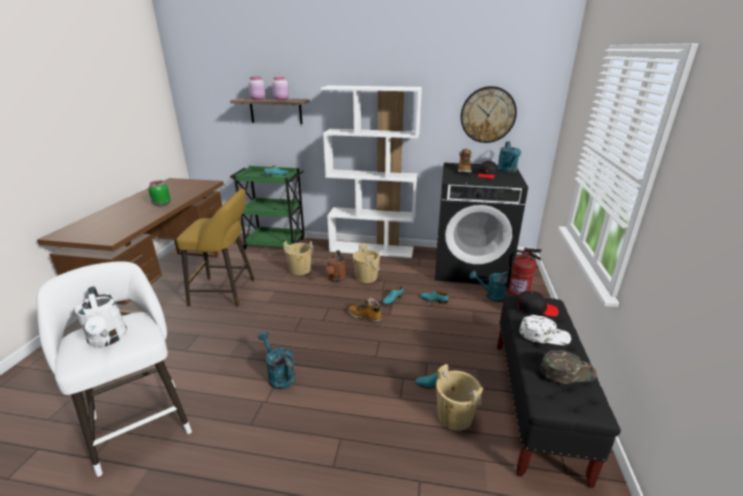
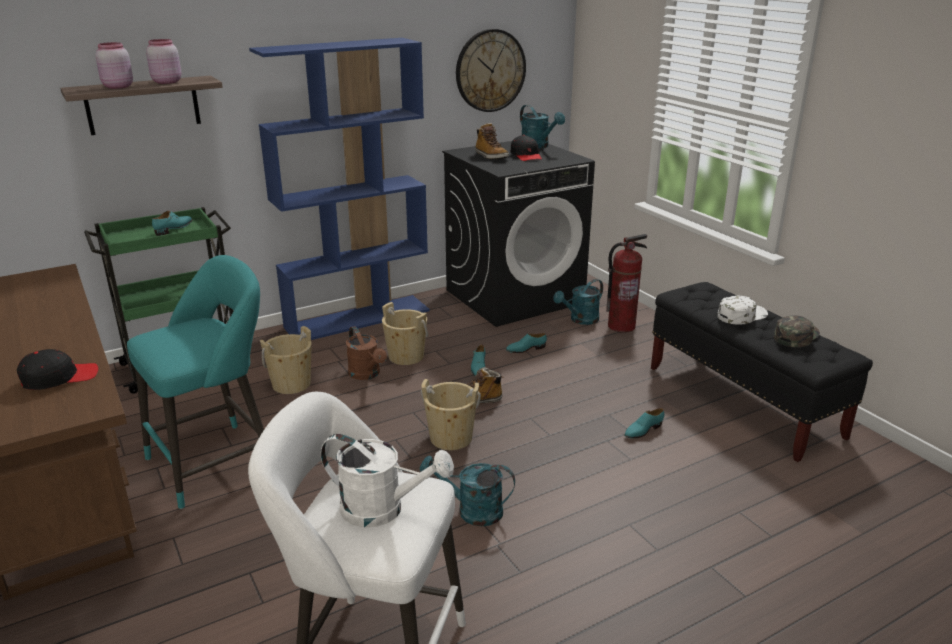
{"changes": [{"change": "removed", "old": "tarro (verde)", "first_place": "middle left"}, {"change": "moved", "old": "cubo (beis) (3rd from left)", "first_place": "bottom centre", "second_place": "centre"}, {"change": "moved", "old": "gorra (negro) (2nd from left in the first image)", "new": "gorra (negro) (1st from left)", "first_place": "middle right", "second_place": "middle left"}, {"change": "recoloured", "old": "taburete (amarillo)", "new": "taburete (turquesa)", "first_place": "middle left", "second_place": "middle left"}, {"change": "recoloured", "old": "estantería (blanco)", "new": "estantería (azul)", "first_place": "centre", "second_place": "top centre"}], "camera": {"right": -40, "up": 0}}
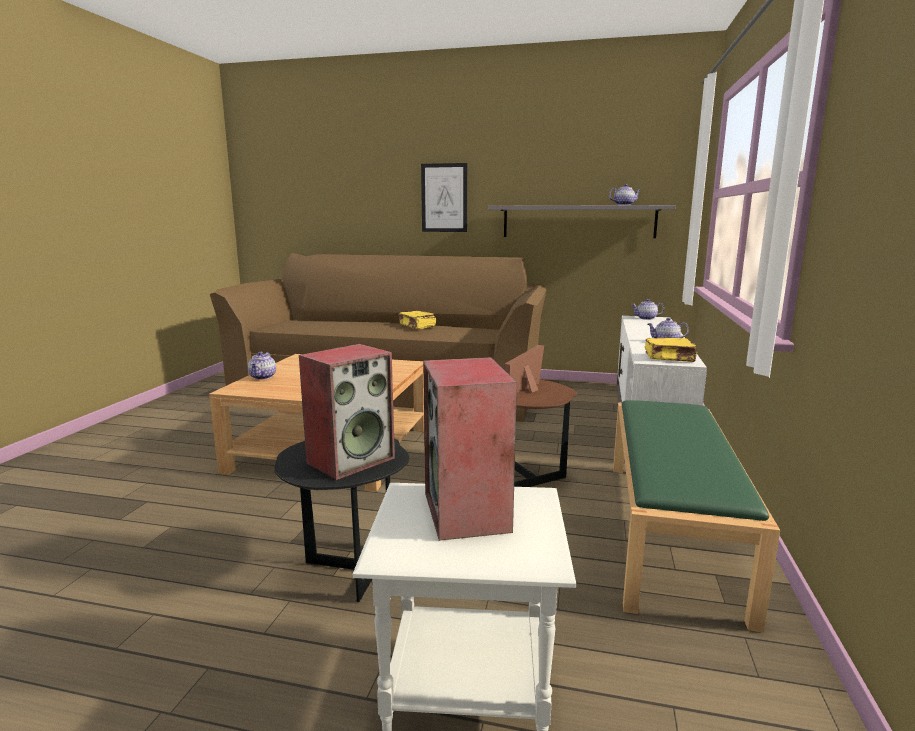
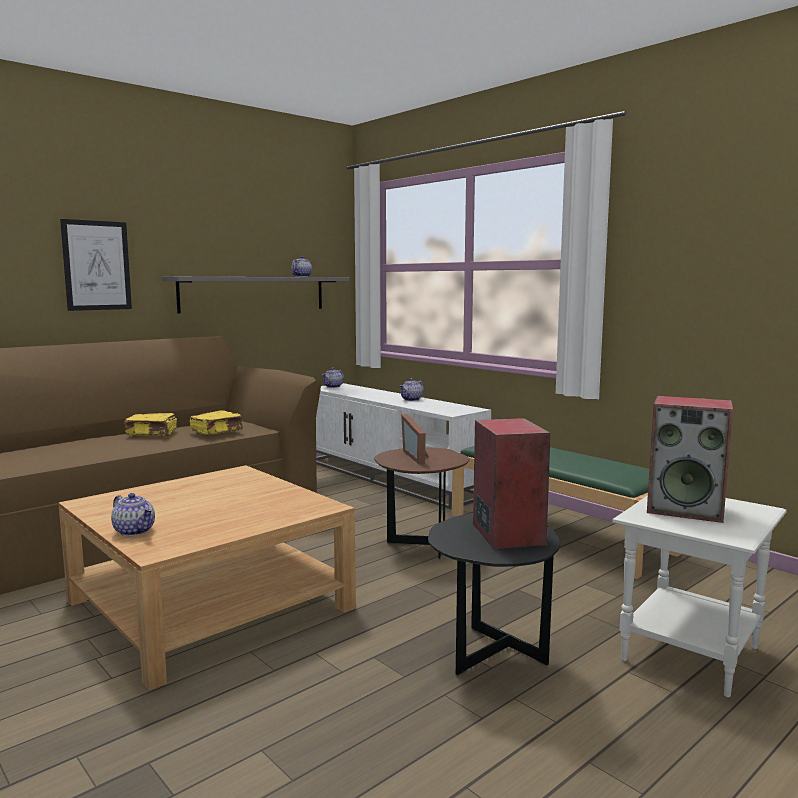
{"changes": [{"change": "moved", "old": "libro (amarillo) (2nd from left)", "first_place": "middle right", "second_place": "middle left"}], "camera": {"right": -55, "up": -5}}
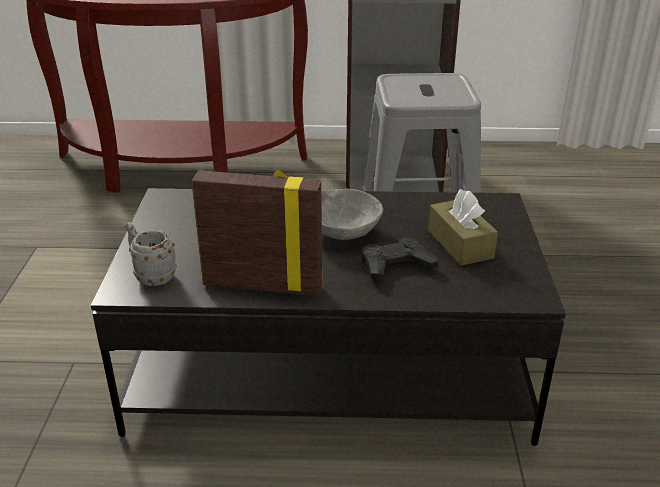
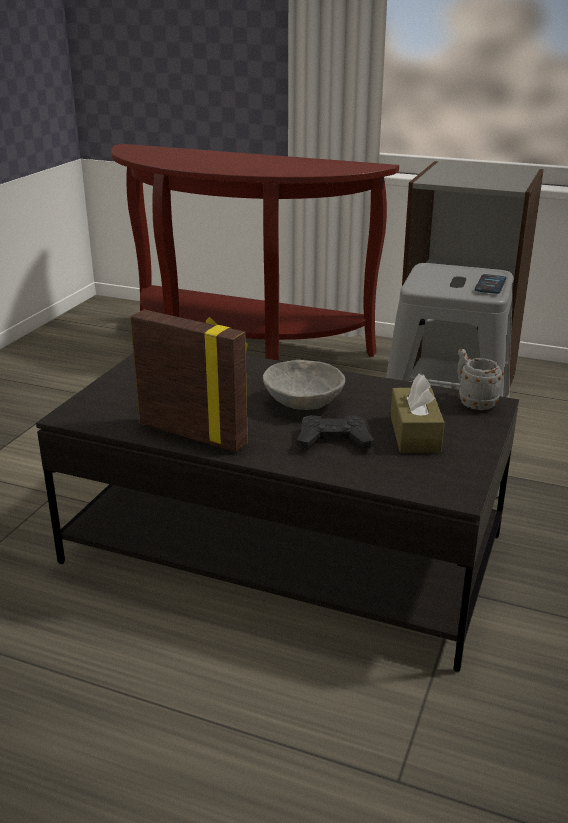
{"changes": [{"change": "added", "new": "móvil", "second_place": "middle right"}, {"change": "moved", "old": "taza grande (gris)", "first_place": "middle left", "second_place": "middle right"}], "camera": {"right": 20, "up": -5}}
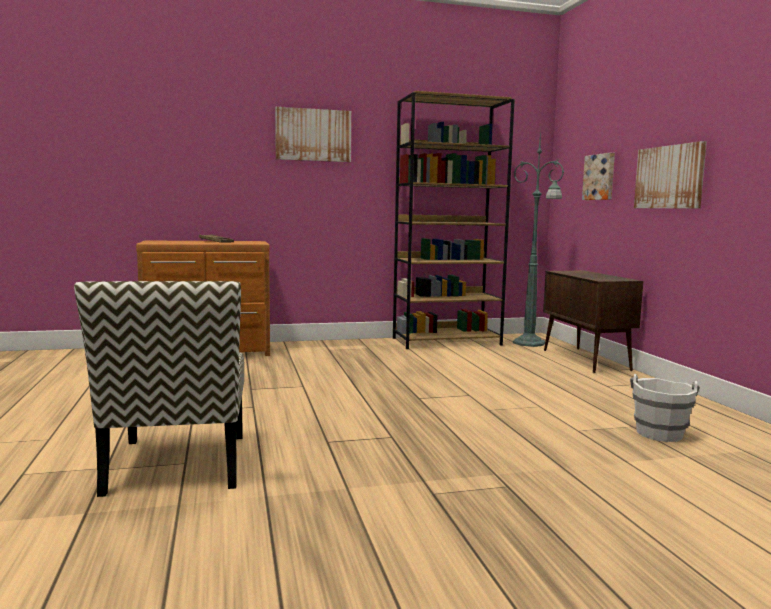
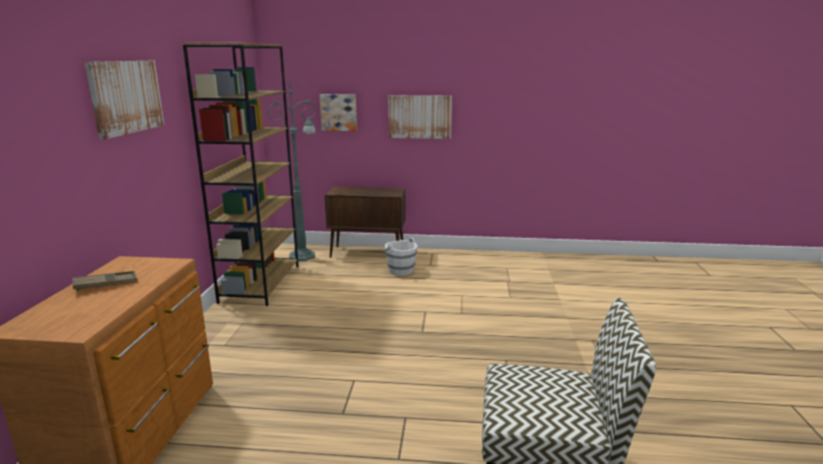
{"changes": [{"change": "moved", "old": "cubo (blanco)", "first_place": "bottom right", "second_place": "centre"}], "camera": {"right": -70, "up": 10}}
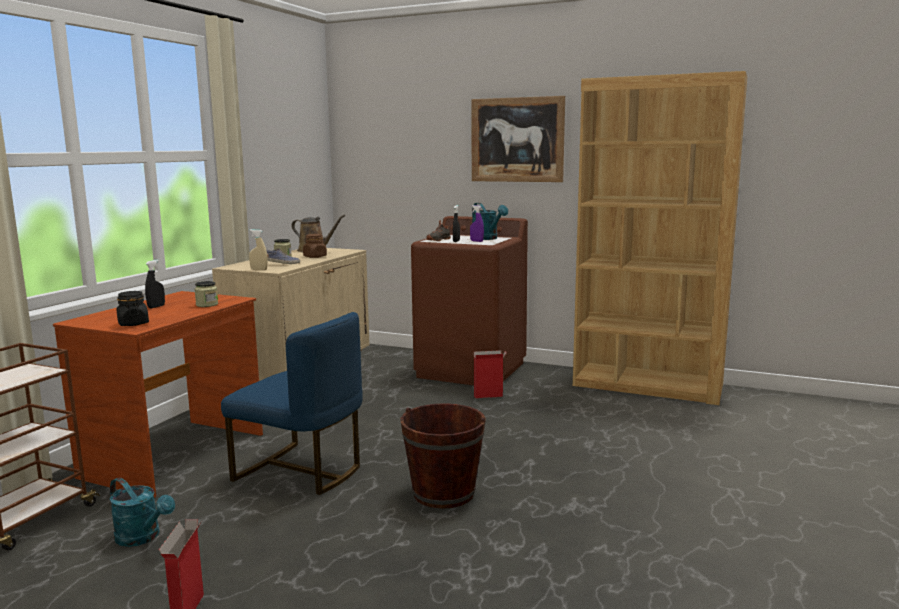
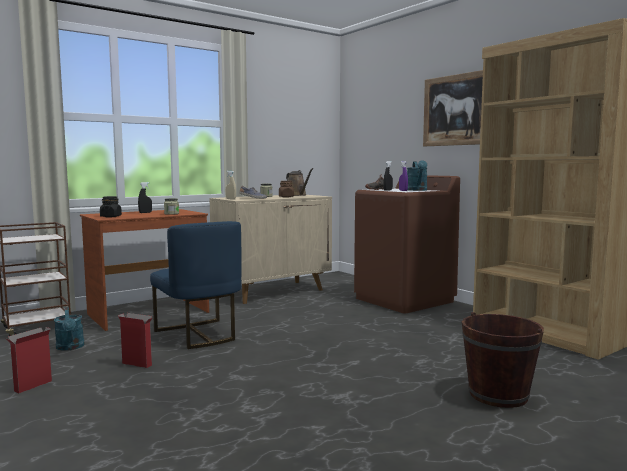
{"changes": [{"change": "moved", "old": "cubo (marrón)", "first_place": "bottom centre", "second_place": "bottom right"}, {"change": "moved", "old": "caja de cartón (2nd from left)", "first_place": "centre", "second_place": "bottom left"}], "camera": {"right": 30, "up": -5}}
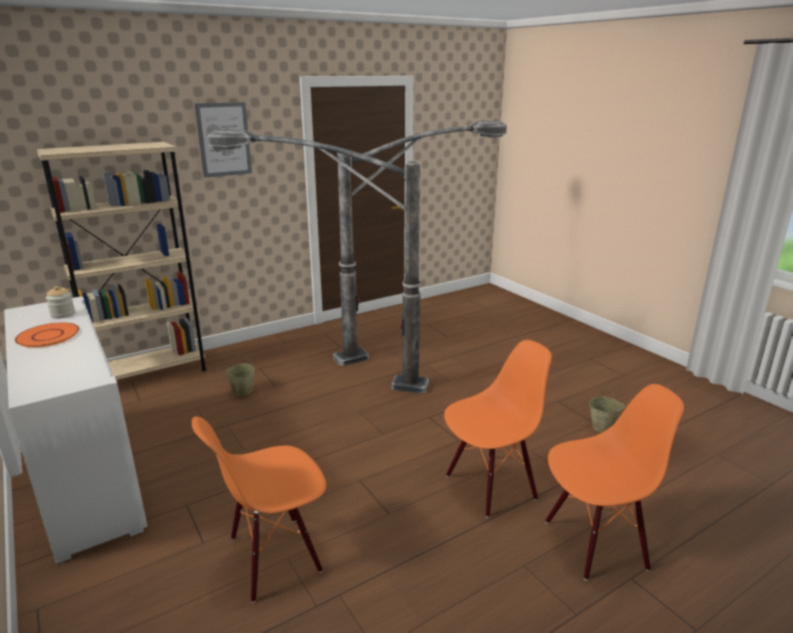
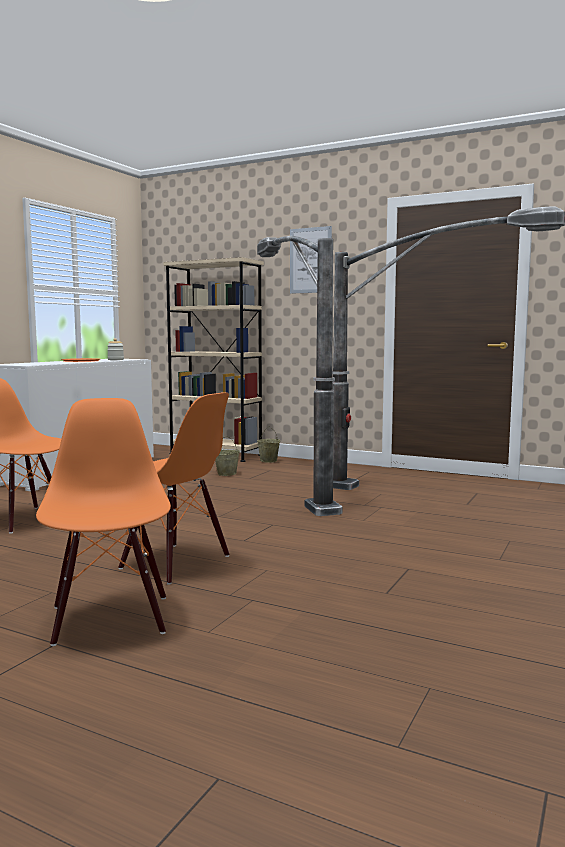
{"changes": [{"change": "moved", "old": "cubo (beis) (2nd from left)", "first_place": "middle right", "second_place": "centre"}, {"change": "turned", "old": "silla (naranja) (3rd from left in the first image)", "first_place": "bottom right", "second_place": "middle left", "degrees": -150}], "camera": {"right": 60, "up": -15}}
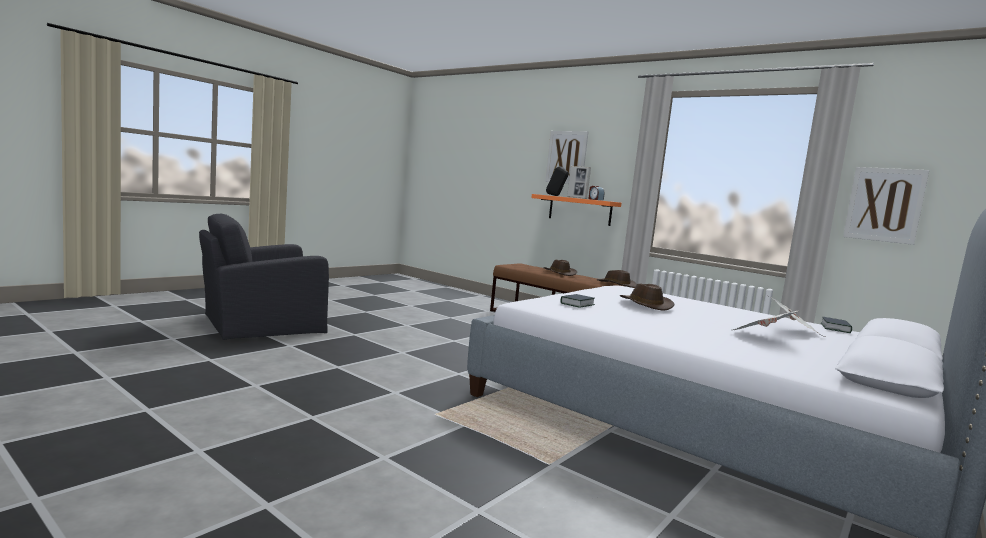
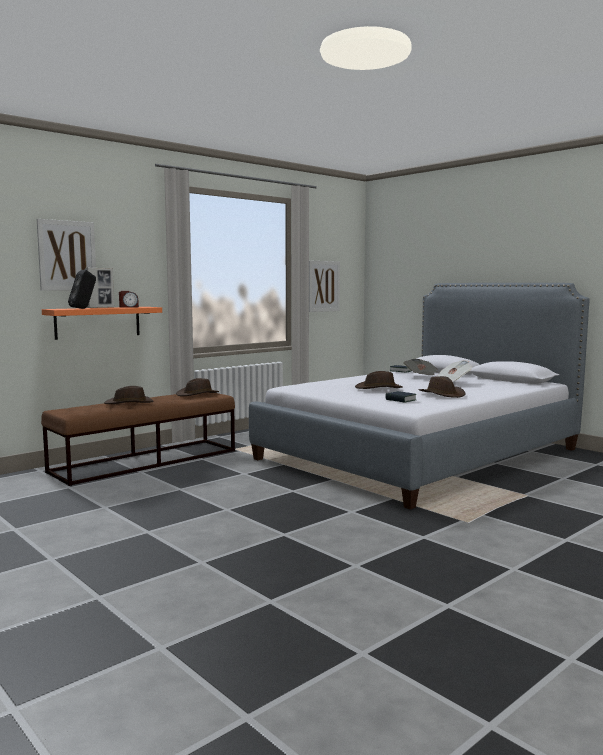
{"changes": [{"change": "removed", "old": "sillón (negro)", "first_place": "middle left"}, {"change": "added", "new": "sombrero (marrón) (4th from left)", "second_place": "middle right"}], "camera": {"right": -80, "up": 0}}
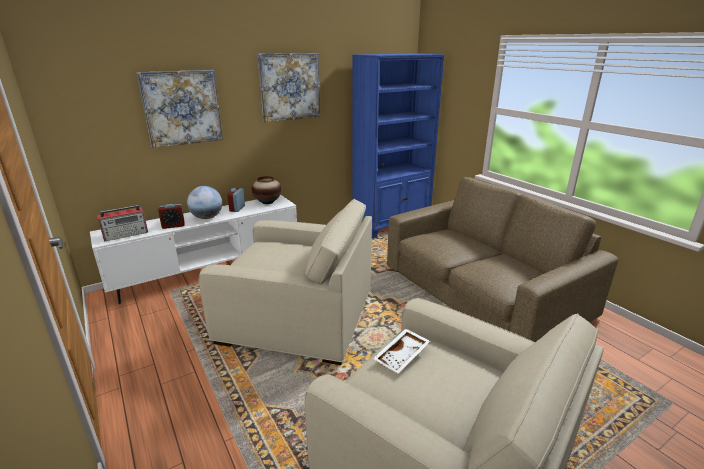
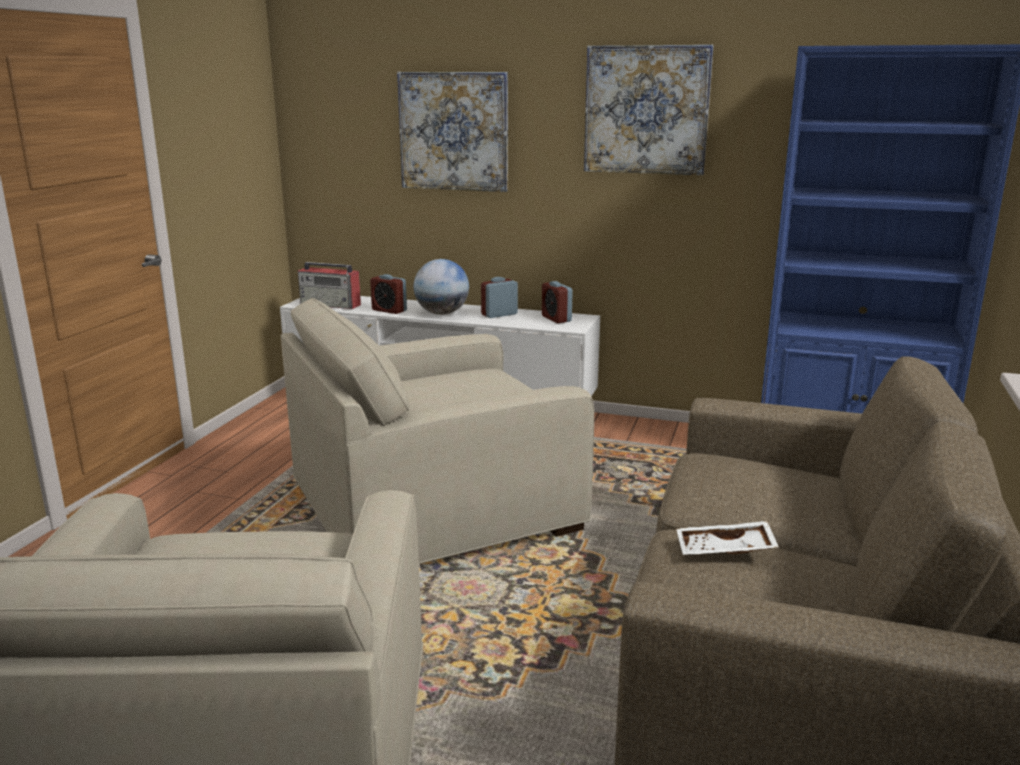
{"changes": [{"change": "moved", "old": "bandeja (blanco)", "first_place": "bottom centre", "second_place": "bottom right"}, {"change": "replaced", "old": "florero", "new": "despertador (3rd from left)", "first_place": "centre", "second_place": "centre"}, {"change": "turned", "old": "sillón (beis) (1st from left in the first image)", "first_place": "centre", "second_place": "centre", "degrees": 90}], "camera": {"right": 50, "up": -5}}
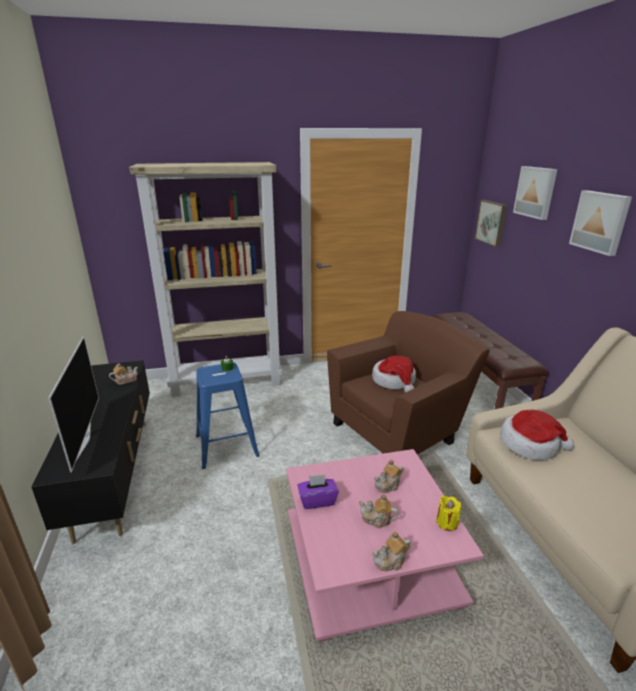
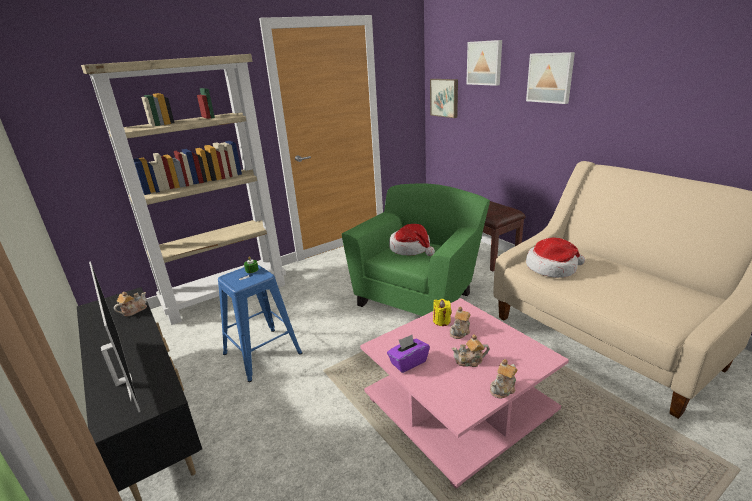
{"changes": [{"change": "moved", "old": "vela (amarillo)", "first_place": "bottom right", "second_place": "centre"}, {"change": "recoloured", "old": "sillón (marrón)", "new": "sillón (verde)", "first_place": "centre", "second_place": "centre"}], "camera": {"right": -20, "up": 0}}
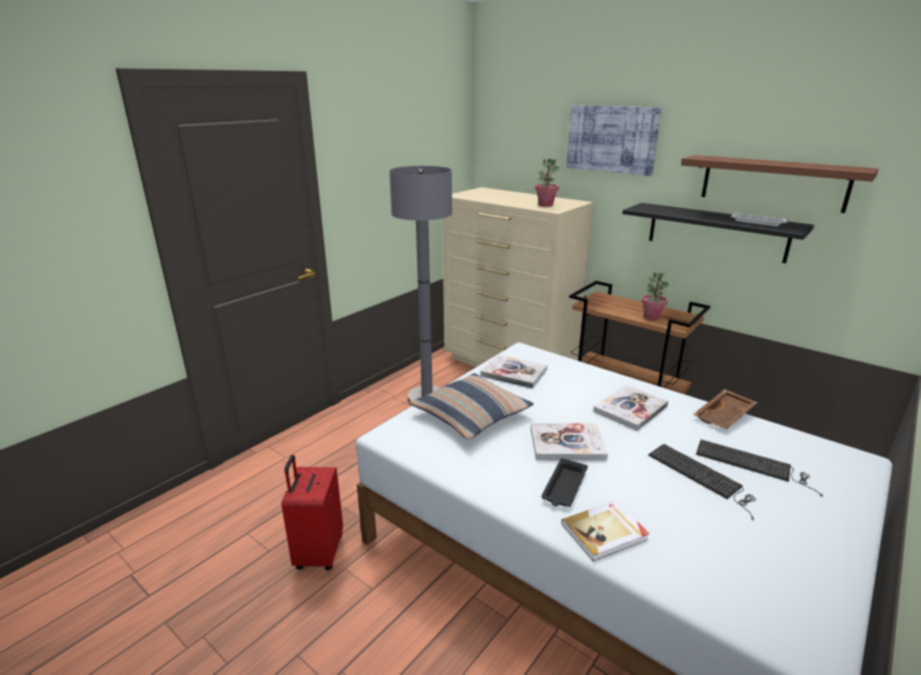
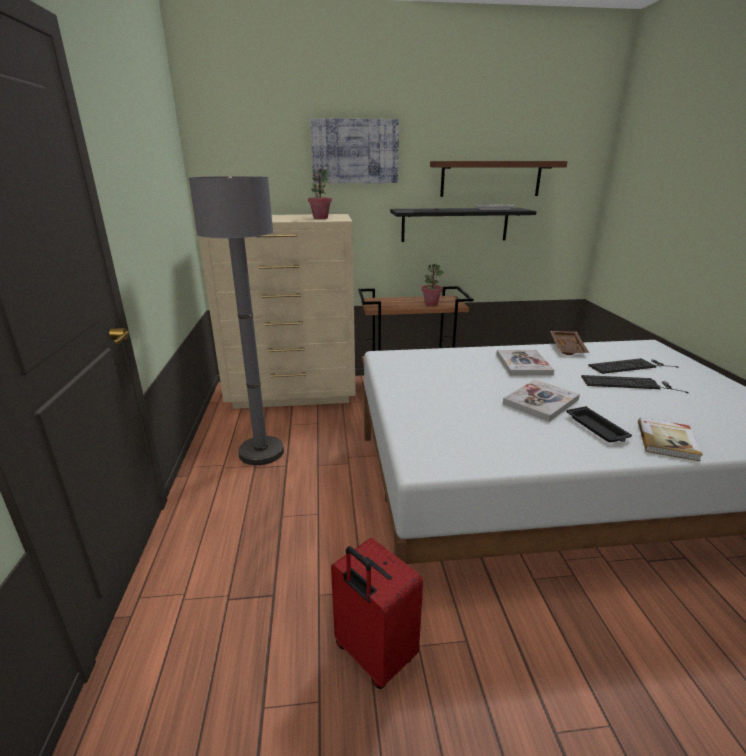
{"changes": [{"change": "removed", "old": "cojín", "first_place": "centre"}, {"change": "removed", "old": "libro (1st from left)", "first_place": "centre"}], "camera": {"right": -45, "up": 0}}
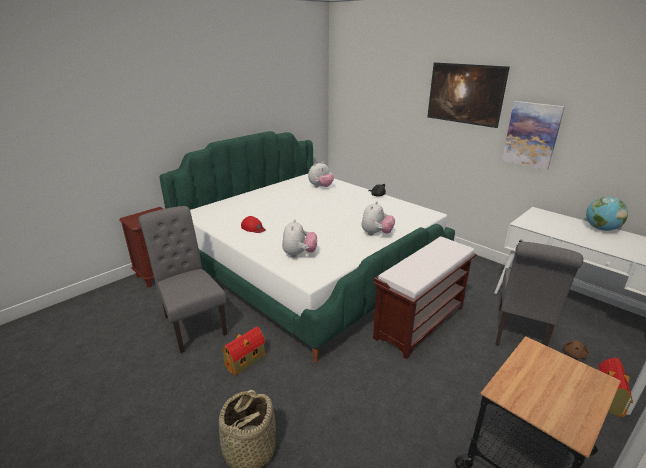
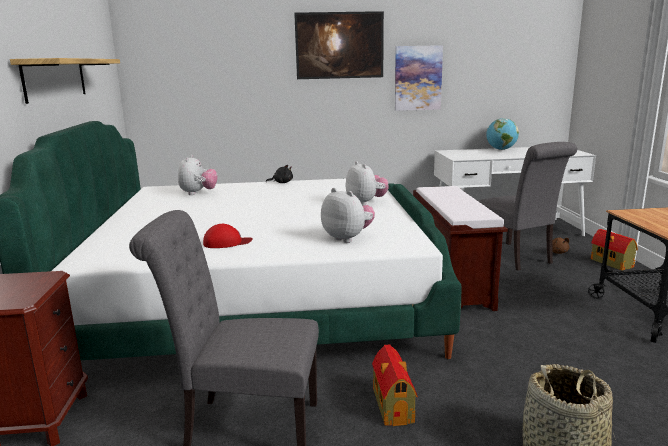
{"changes": [{"change": "added", "new": "estante", "second_place": "top left"}], "camera": {"right": -50, "up": -10}}
